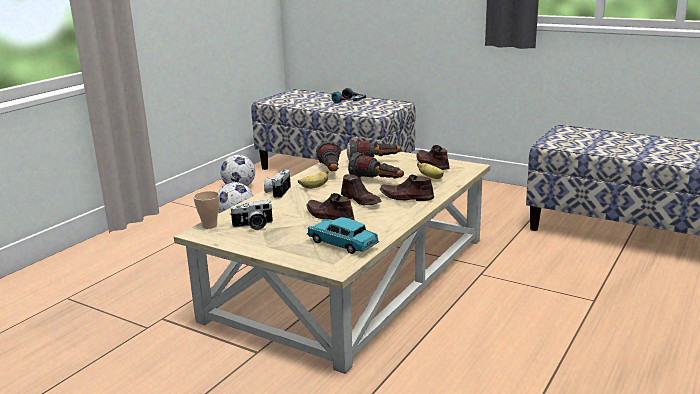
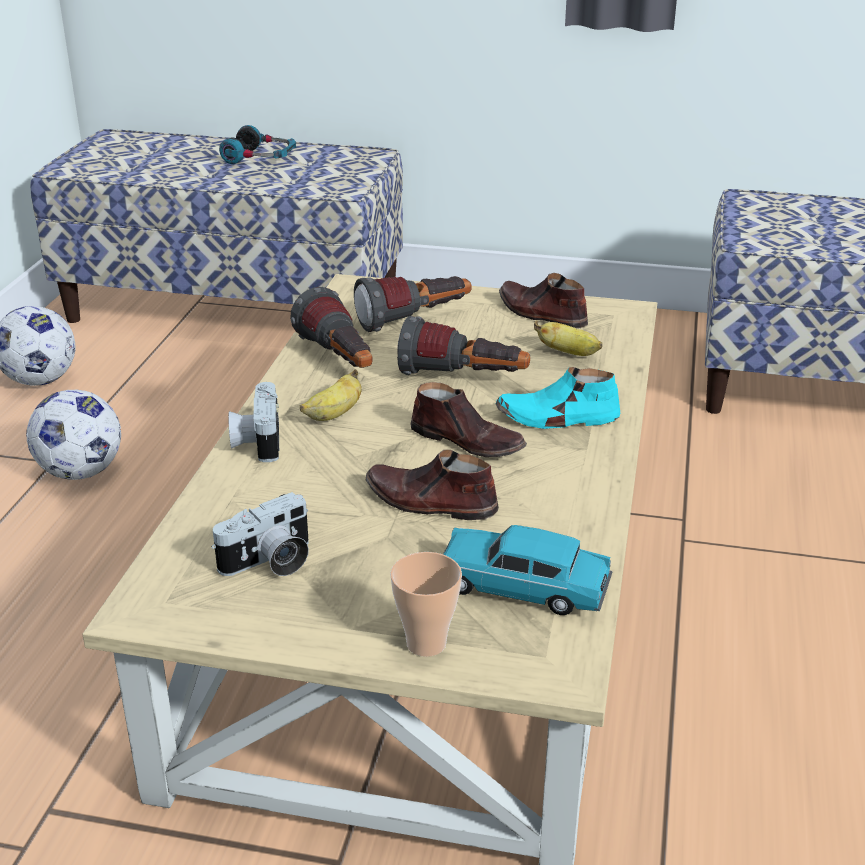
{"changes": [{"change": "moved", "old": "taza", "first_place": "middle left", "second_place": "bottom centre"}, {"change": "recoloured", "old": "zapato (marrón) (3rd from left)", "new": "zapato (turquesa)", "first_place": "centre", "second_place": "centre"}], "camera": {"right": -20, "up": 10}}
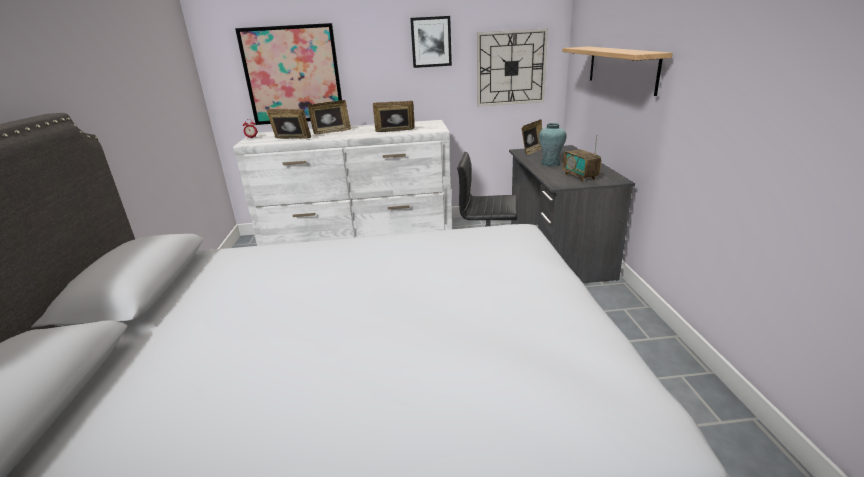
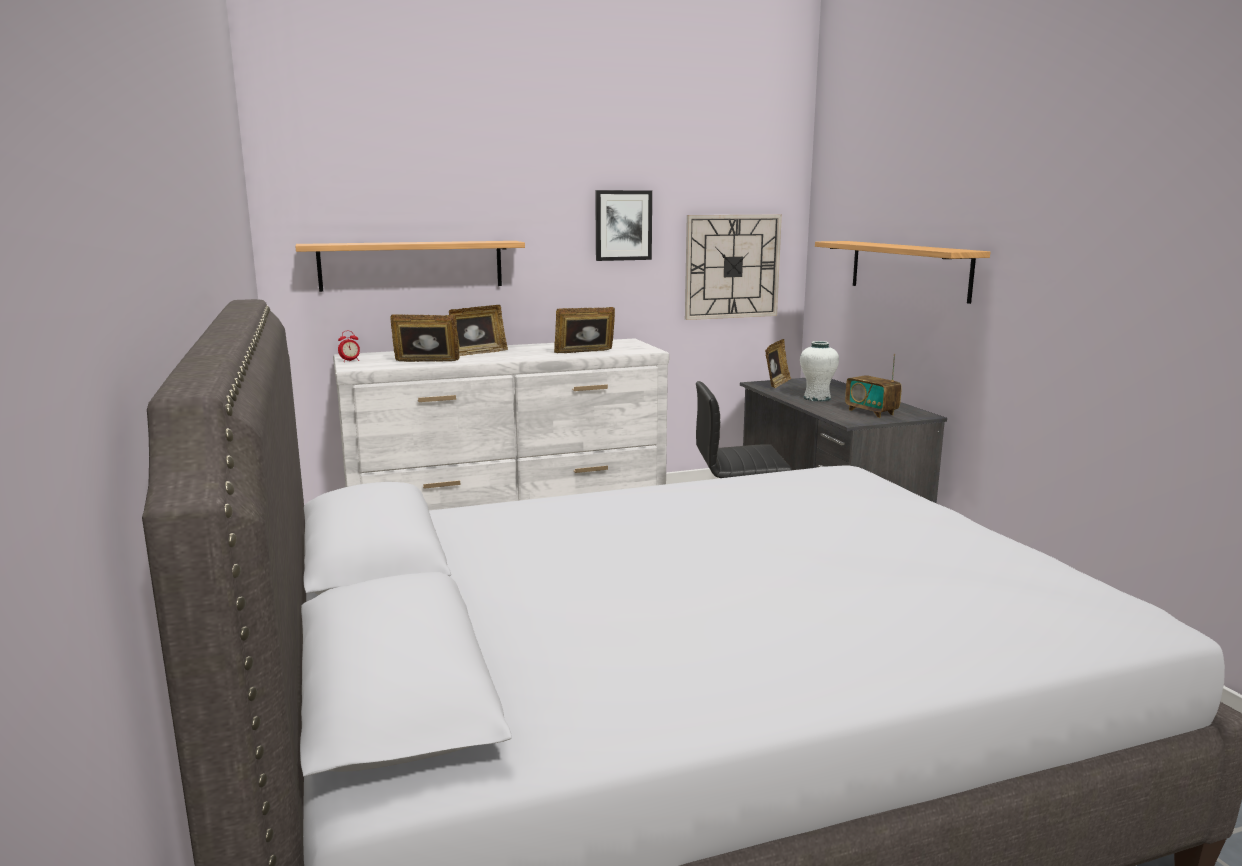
{"changes": [{"change": "replaced", "old": "cuadro (1st from left)", "new": "estante (1st from left)", "first_place": "top centre", "second_place": "top left"}, {"change": "recoloured", "old": "florero (turquesa)", "new": "florero (blanco)", "first_place": "top centre", "second_place": "centre"}], "camera": {"right": -15, "up": -10}}
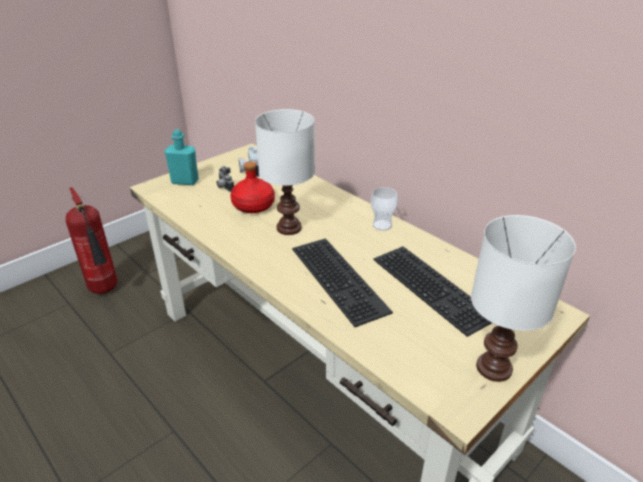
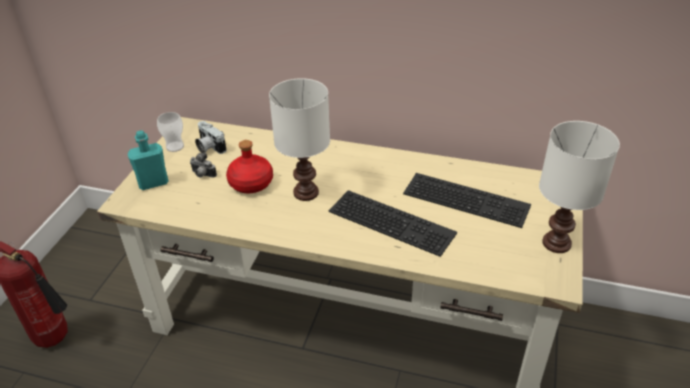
{"changes": [{"change": "moved", "old": "taza", "first_place": "centre", "second_place": "middle left"}], "camera": {"right": -30, "up": 5}}
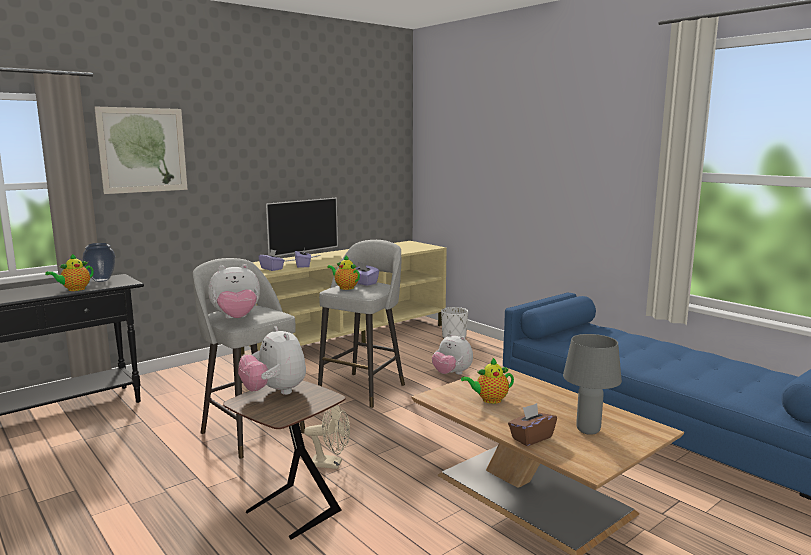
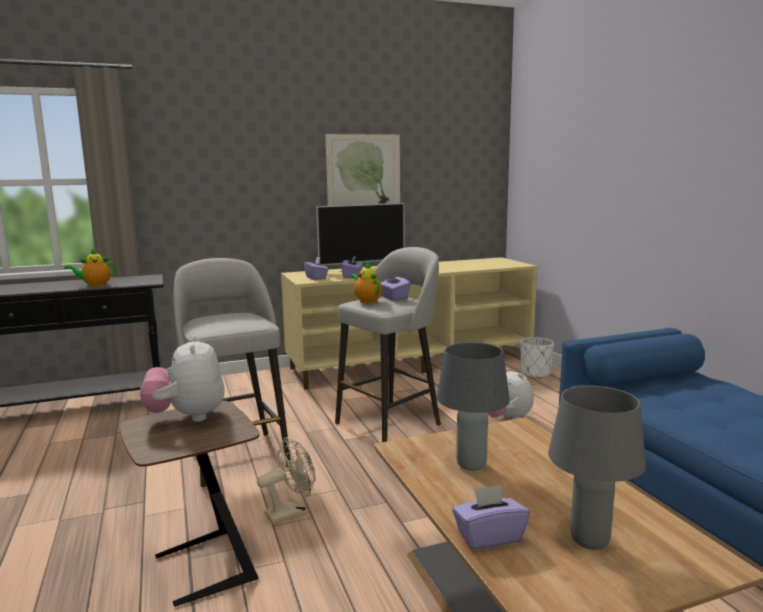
{"changes": [{"change": "removed", "old": "florero", "first_place": "middle left"}, {"change": "removed", "old": "peluche (1st from left)", "first_place": "middle left"}, {"change": "moved", "old": "cuadro", "first_place": "top left", "second_place": "top centre"}, {"change": "replaced", "old": "tetera (3rd from left)", "new": "lámpara de mesa (gris) (1st from left)", "first_place": "bottom centre", "second_place": "centre"}, {"change": "recoloured", "old": "caja de pañuelos (marrón)", "new": "caja de pañuelos (morado) (4th from left)", "first_place": "bottom centre", "second_place": "bottom centre"}, {"change": "turned", "old": "ventilador (beis)", "first_place": "bottom centre", "second_place": "bottom centre", "degrees": -60}], "camera": {"right": 20, "up": 0}}
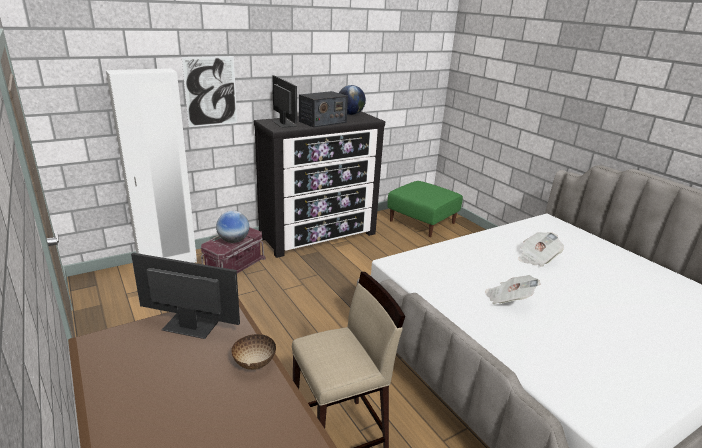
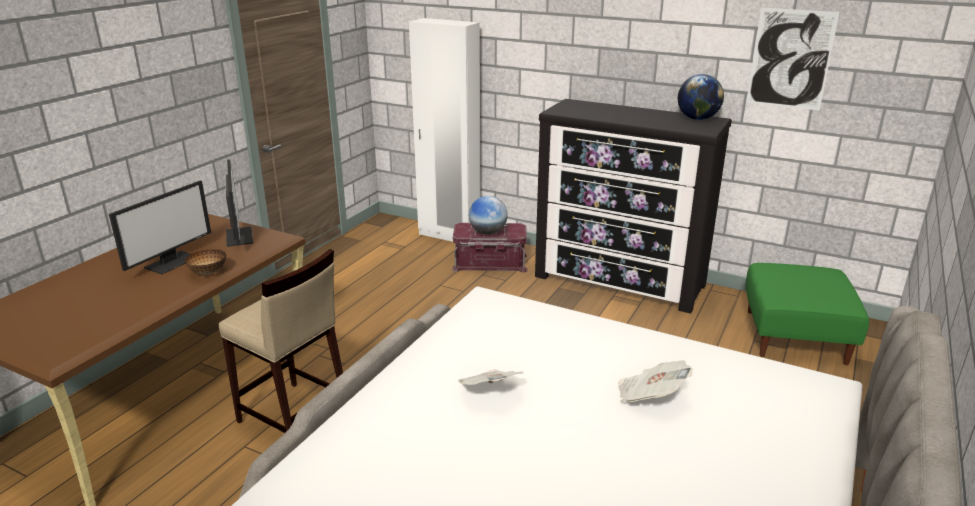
{"changes": [{"change": "removed", "old": "radio", "first_place": "top centre"}, {"change": "moved", "old": "cuadro", "first_place": "top left", "second_place": "top right"}, {"change": "moved", "old": "monitor (2nd from left in the first image)", "new": "monitor (1st from left)", "first_place": "top centre", "second_place": "middle left"}], "camera": {"right": 60, "up": 0}}
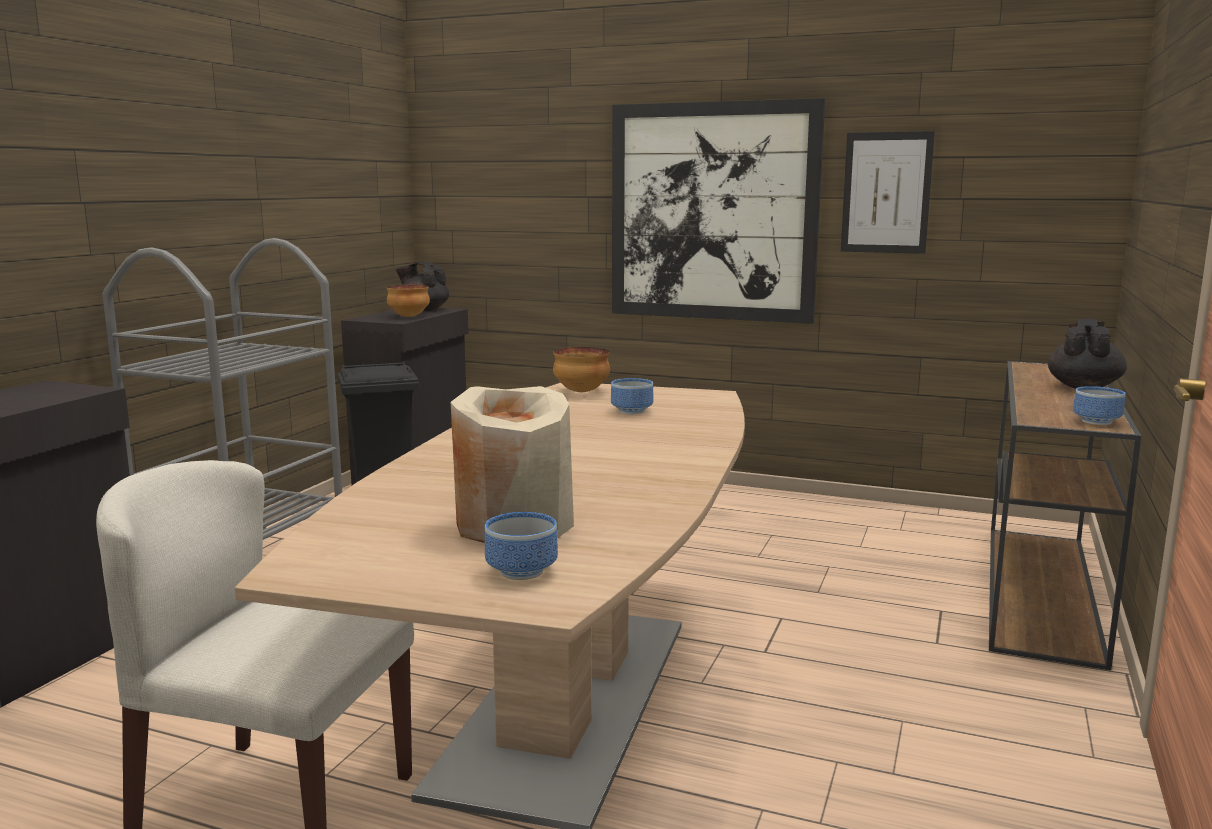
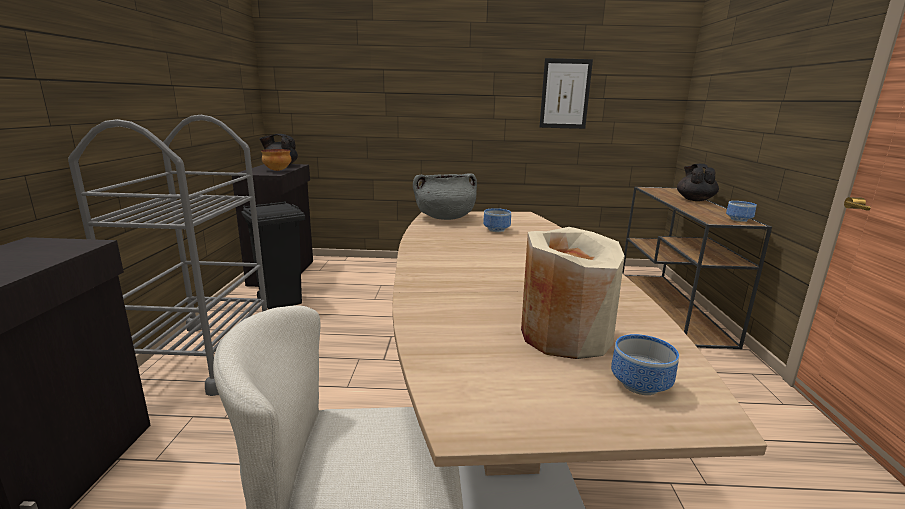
{"changes": [{"change": "removed", "old": "cuadro (1st from left)", "first_place": "top centre"}, {"change": "replaced", "old": "cuenco (3rd from left)", "new": "olla (gris)", "first_place": "centre", "second_place": "centre"}], "camera": {"right": -20, "up": 5}}
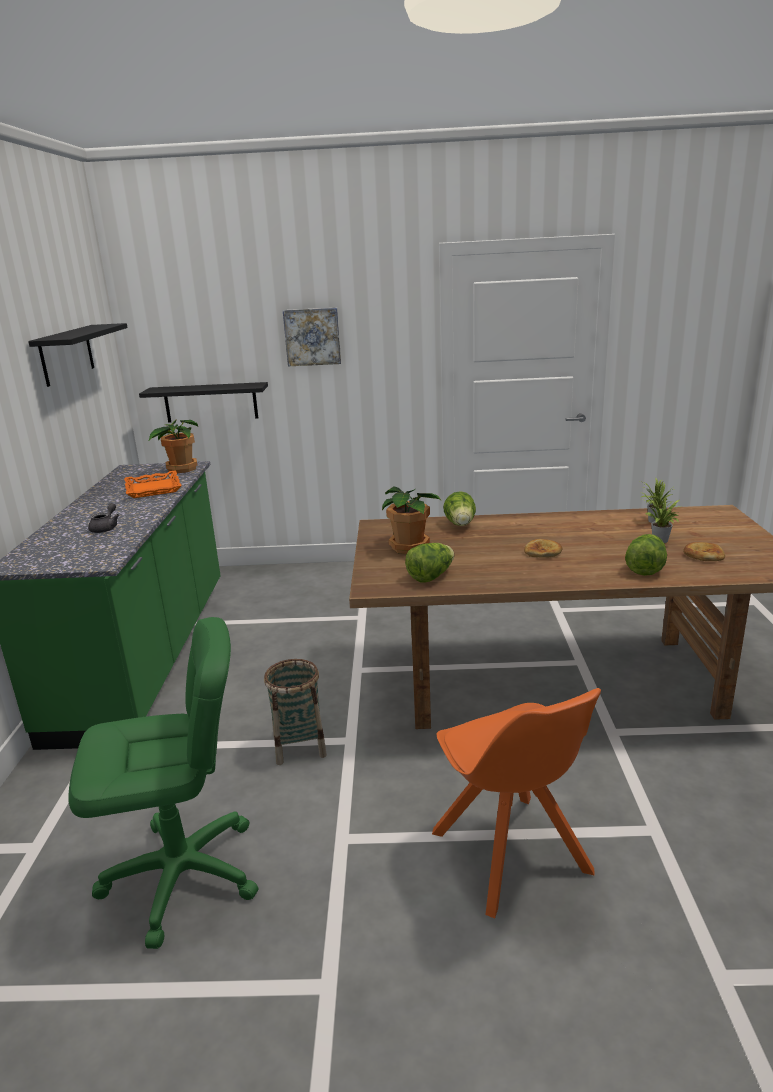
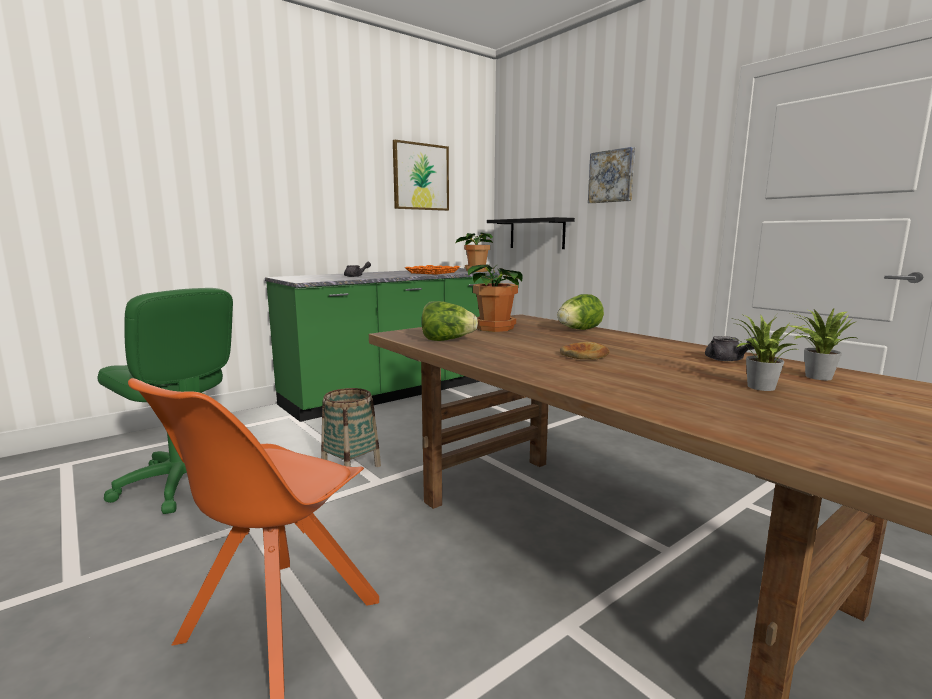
{"changes": [{"change": "removed", "old": "lechuga (3rd from left)", "first_place": "middle right"}, {"change": "removed", "old": "pan (2nd from left)", "first_place": "middle right"}, {"change": "added", "new": "tetera (gris) (2nd from left)", "second_place": "middle right"}, {"change": "replaced", "old": "estante (negro) (1st from left)", "new": "cuadro (1st from left)", "first_place": "top left", "second_place": "top centre"}], "camera": {"right": 50, "up": -10}}
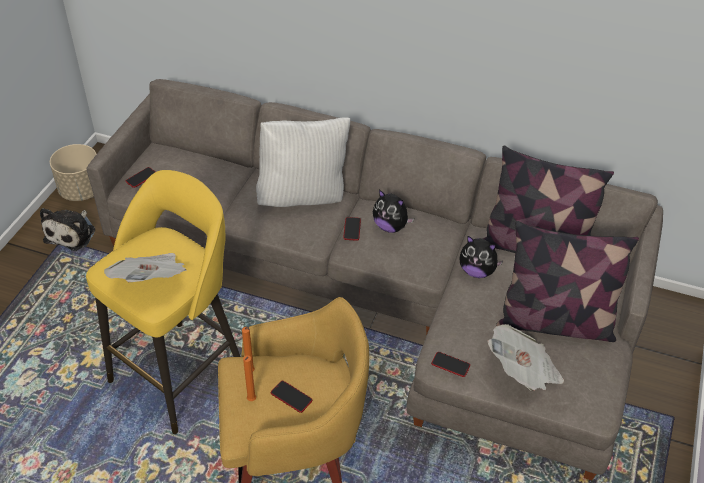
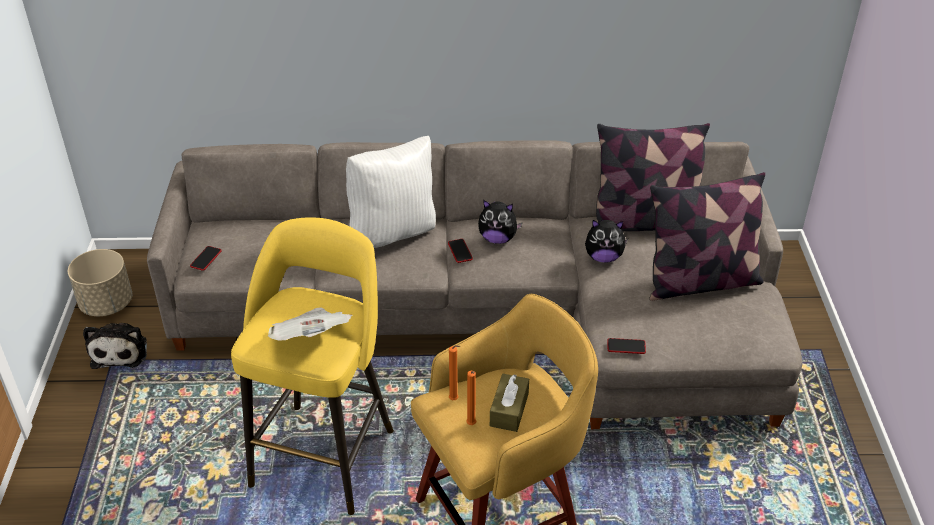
{"changes": [{"change": "removed", "old": "periódico (2nd from left)", "first_place": "bottom right"}, {"change": "replaced", "old": "móvil (2nd from left)", "new": "caja de pañuelos (marrón)", "first_place": "bottom centre", "second_place": "bottom centre"}], "camera": {"right": -20, "up": -5}}
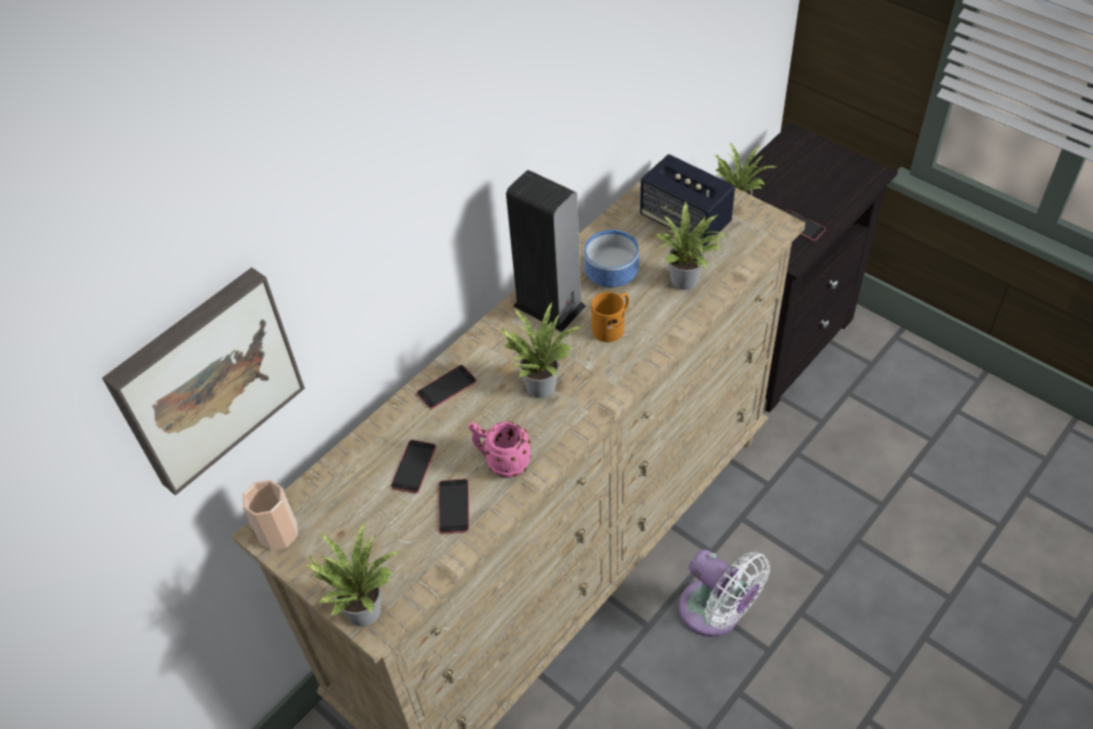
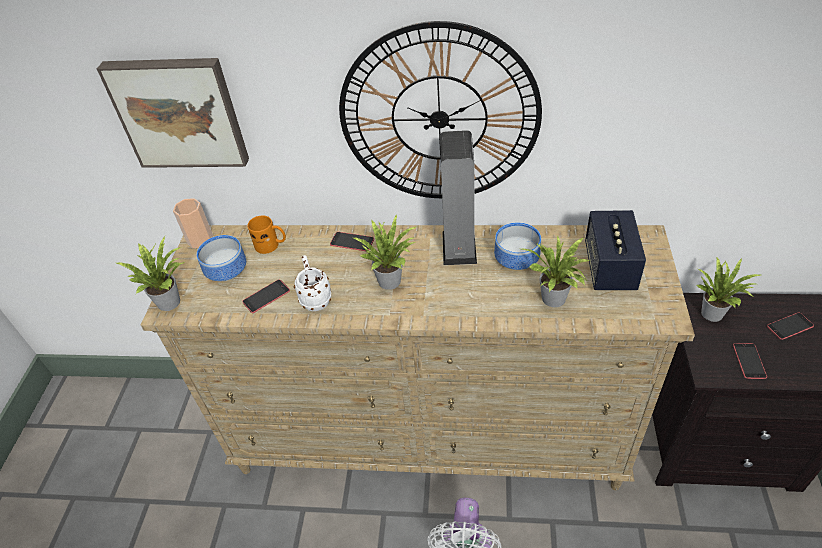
{"changes": [{"change": "added", "new": "cuenco (1st from left)", "second_place": "middle left"}, {"change": "added", "new": "reloj de pared", "second_place": "top centre"}, {"change": "moved", "old": "móvil (1st from left in the first image)", "new": "móvil (4th from left)", "first_place": "centre", "second_place": "middle right"}, {"change": "moved", "old": "taza grande (naranja)", "first_place": "centre", "second_place": "middle left"}, {"change": "recoloured", "old": "taza grande (rosa)", "new": "taza grande (blanco)", "first_place": "centre", "second_place": "centre"}], "camera": {"right": 55, "up": -5}}
